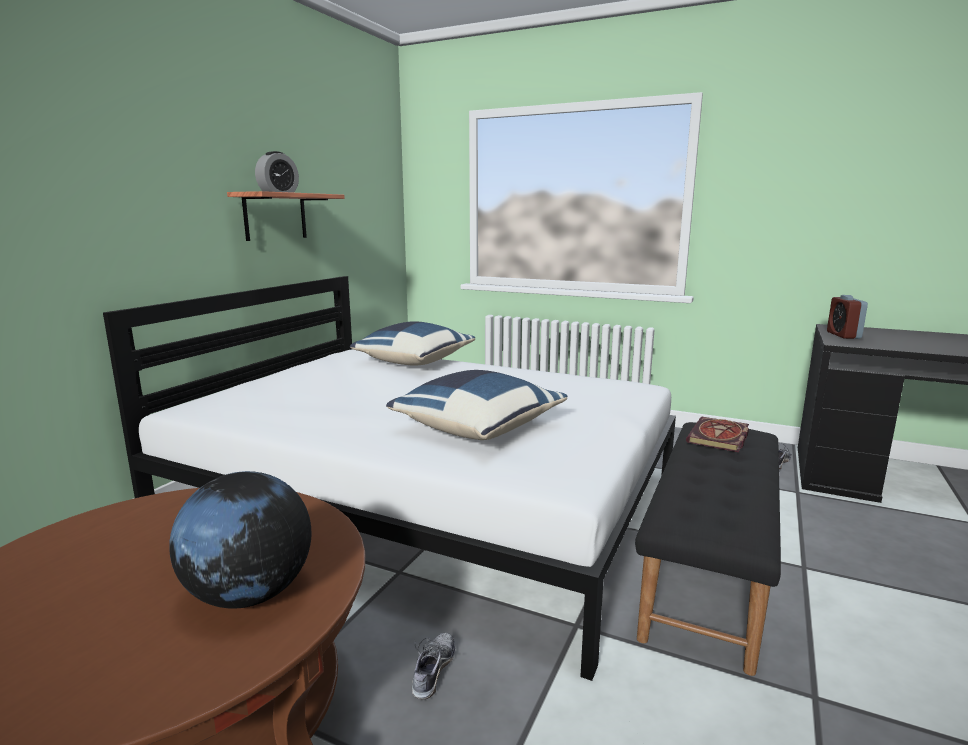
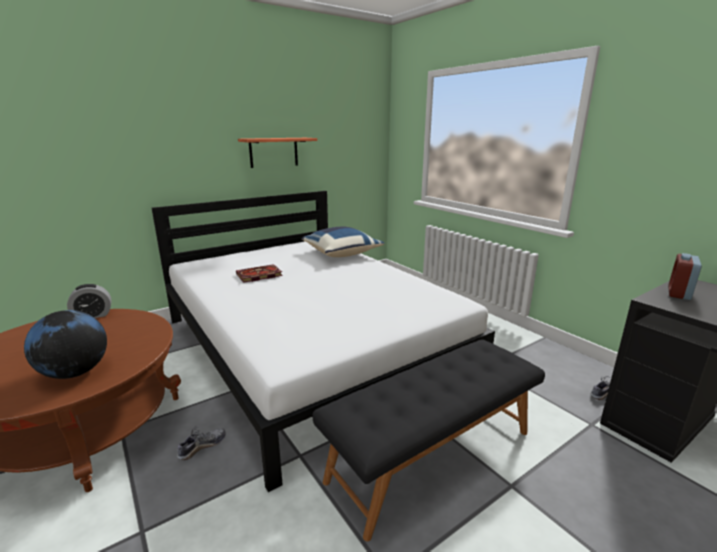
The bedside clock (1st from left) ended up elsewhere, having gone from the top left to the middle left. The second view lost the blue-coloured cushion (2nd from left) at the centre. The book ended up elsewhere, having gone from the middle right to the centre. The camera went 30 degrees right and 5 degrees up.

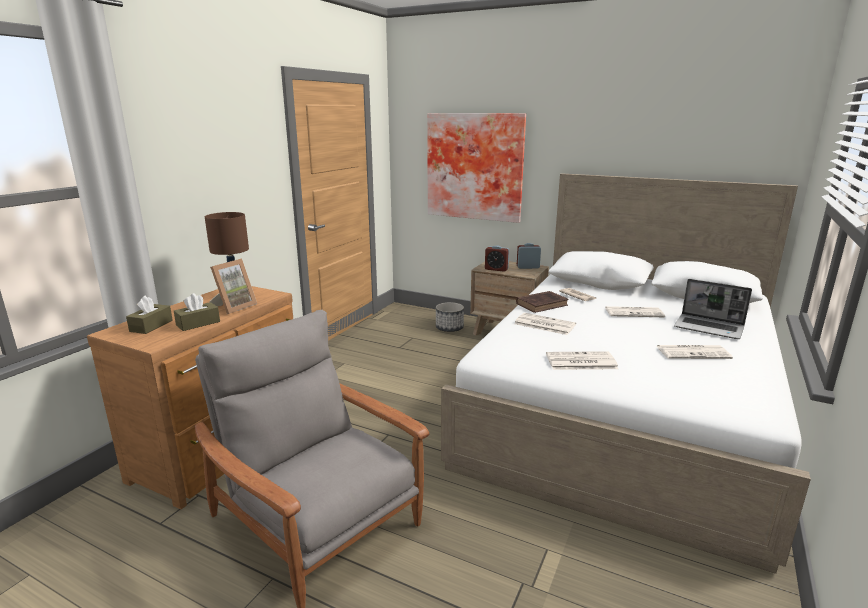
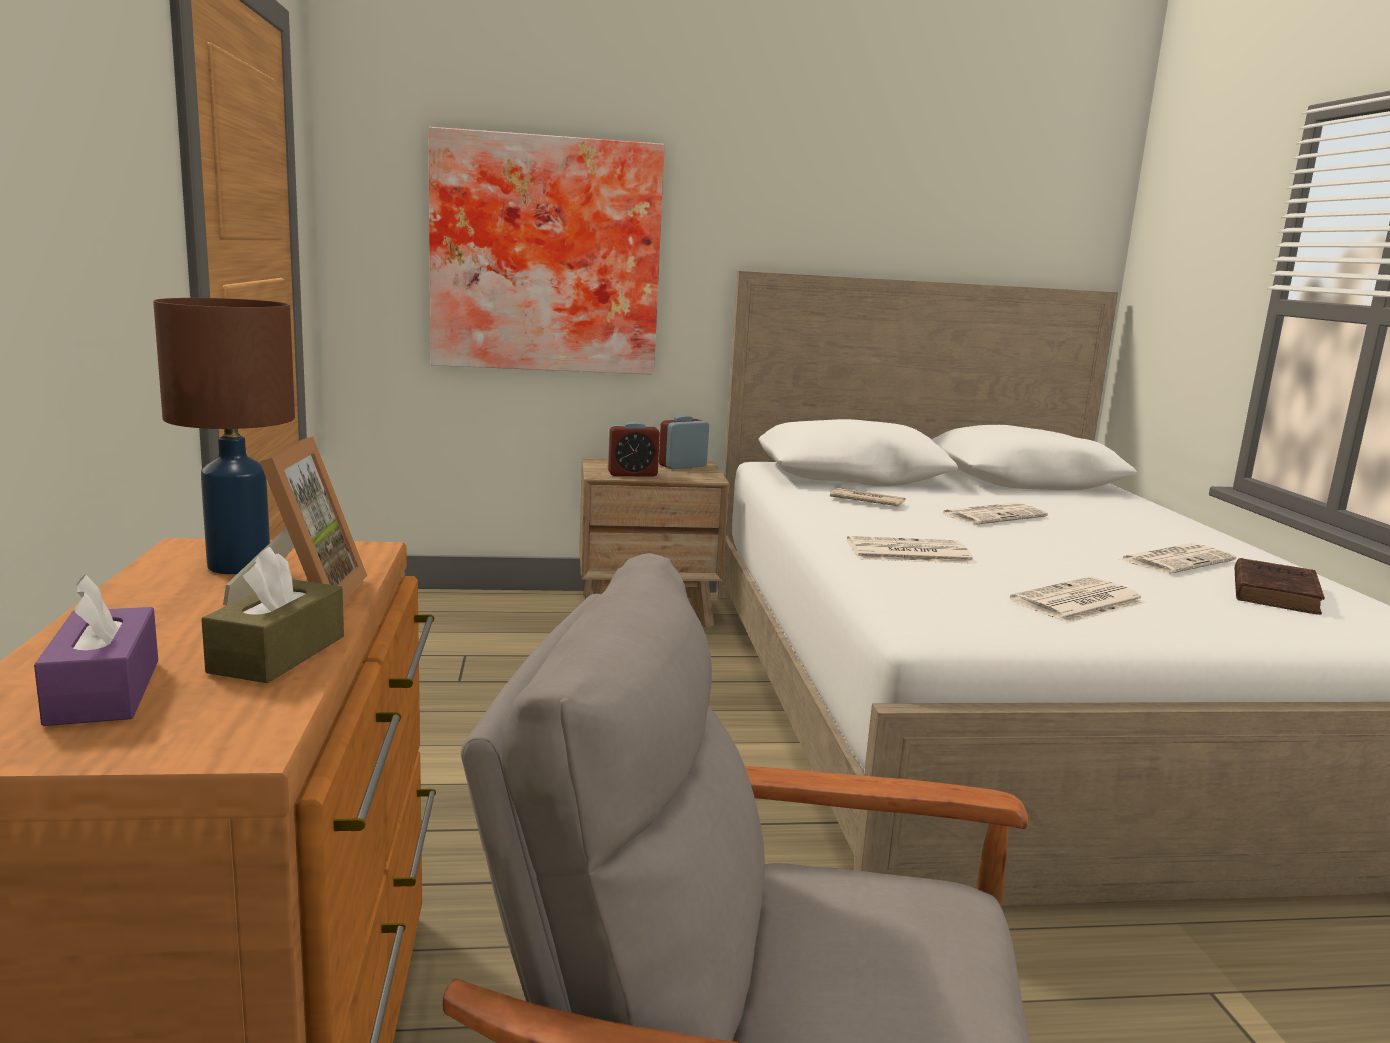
What was the brownish tissue holder (1st from left) at the middle left turned into the purple-coloured tissue holder at the middle left. The second view lost the planter at the centre. The brownish book ended up elsewhere, having gone from the centre to the middle right. The second view lost the laptop at the middle right. The camera went 35 degrees left and 5 degrees down.

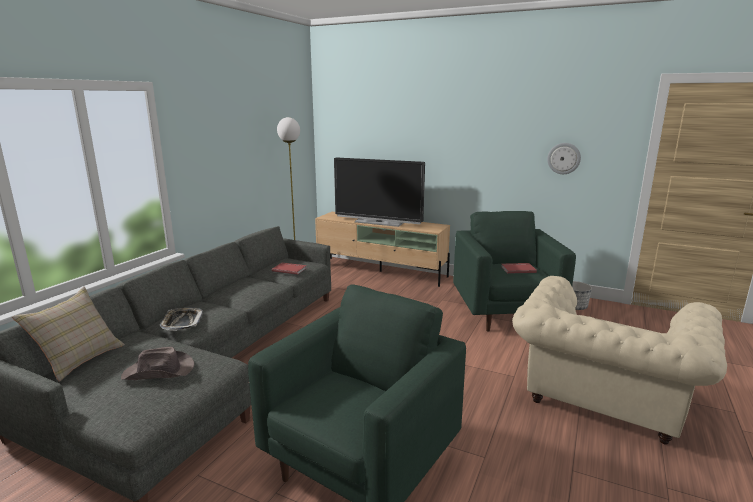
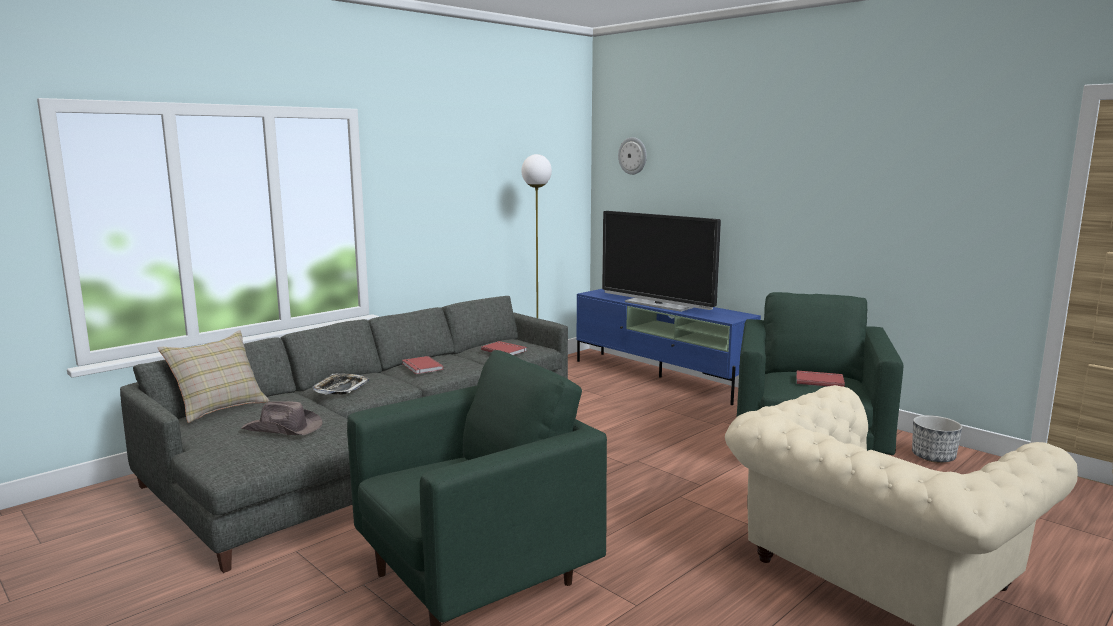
What was the sand-coloured tv unit at the centre turned into the blue-coloured tv unit at the centre. The wall clock ended up elsewhere, having gone from the top right to the top centre. The second view gained the reddish book (1st from left) at the centre. The camera went 20 degrees right and 5 degrees down.

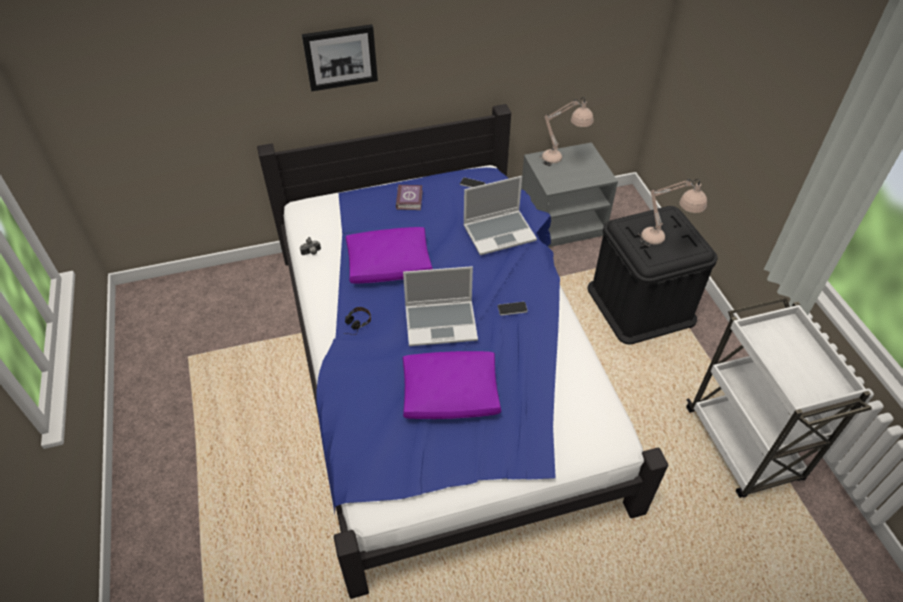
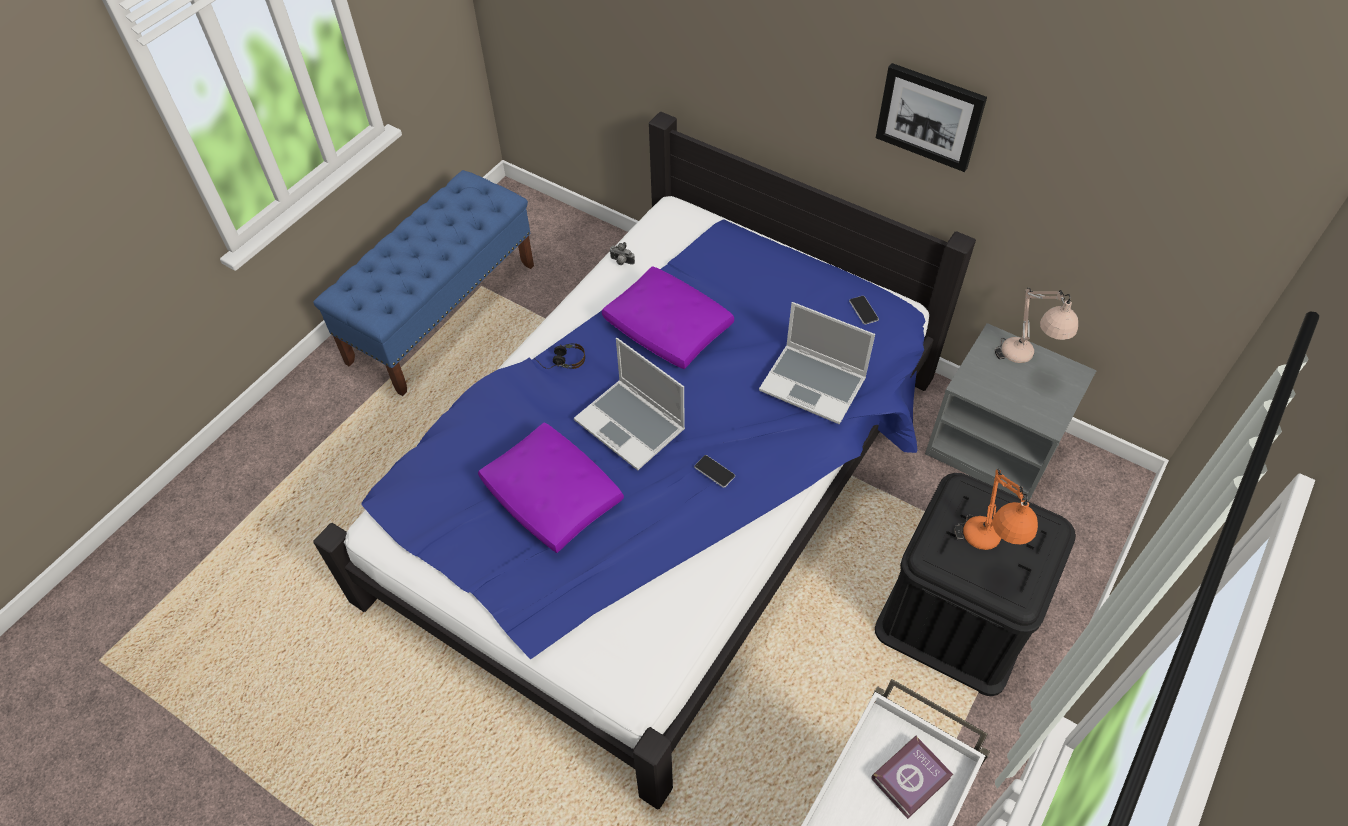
The wall art ended up elsewhere, having gone from the top centre to the top right. The book ended up elsewhere, having gone from the top centre to the bottom right. What was the sand-coloured tabletop lamp (2nd from left) at the middle right turned into the orangey tabletop lamp at the middle right. The second view gained the blue-coloured indoor bench at the middle left. The camera went 50 degrees right and 5 degrees up.

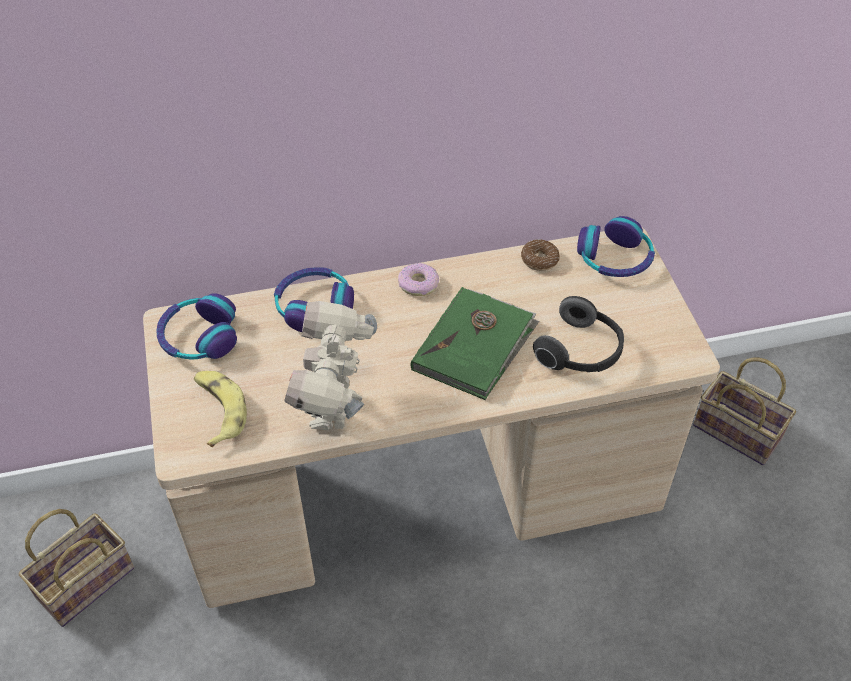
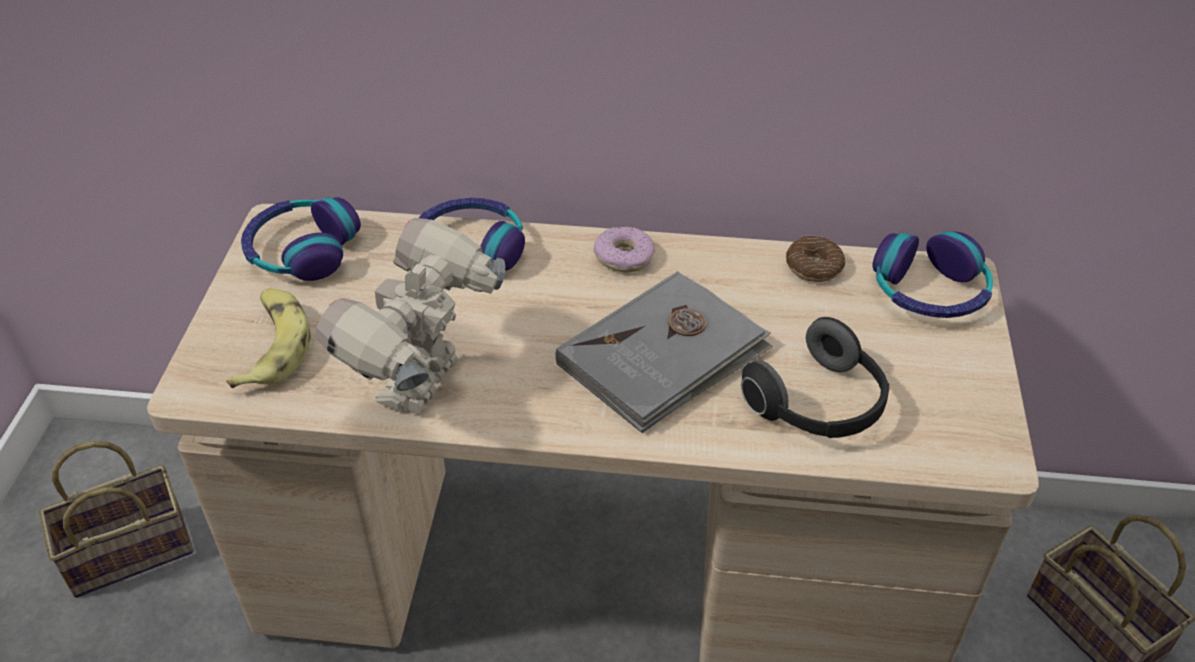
What was the green book at the centre turned into the gray book at the centre. The camera went 20 degrees right and 5 degrees down.

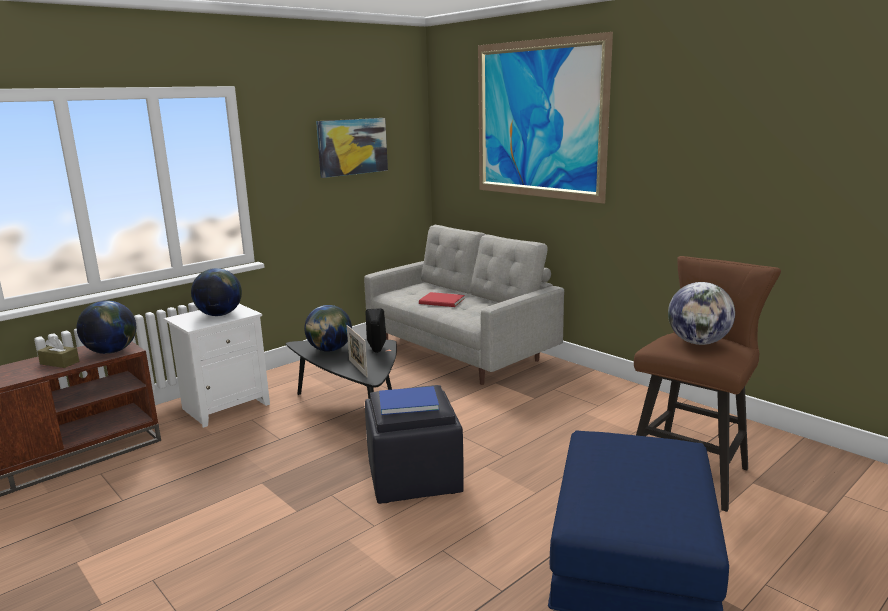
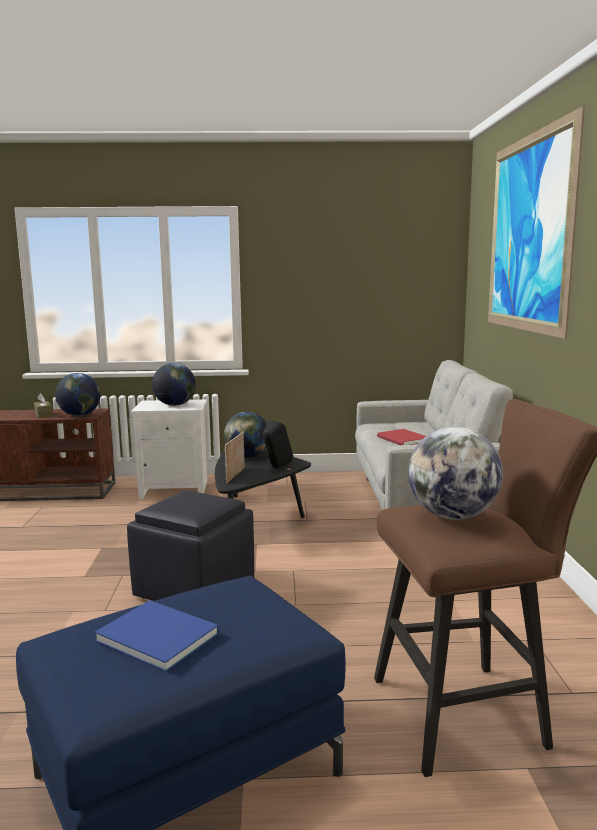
The second view lost the wall art (1st from left) at the top centre. The blue-coloured book ended up elsewhere, having gone from the centre to the bottom left. The camera went 40 degrees right and 5 degrees down.

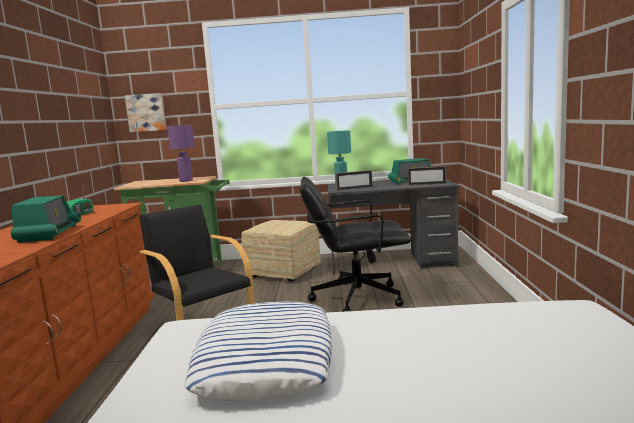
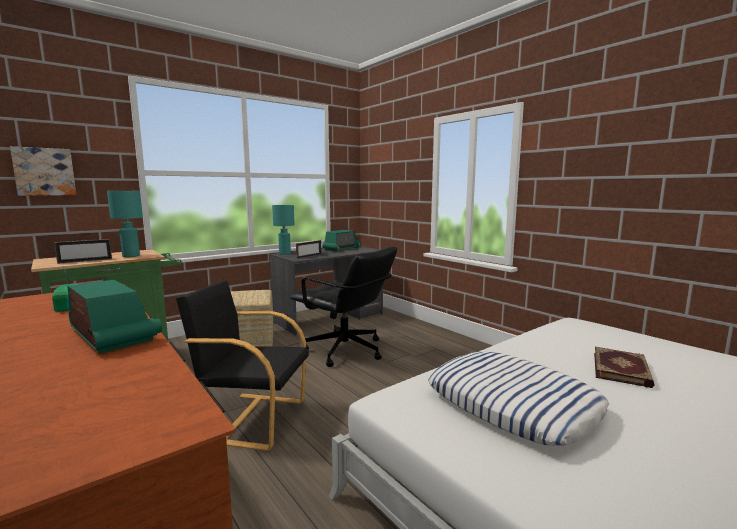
What was the purple-coloured tabletop lamp at the middle left turned into the turquoise tabletop lamp (1st from left) at the middle left. The blackish computer chair at the centre ended up facing another way, 105 degrees counterclockwise from before. The standing frame (2nd from left in the first image) ended up elsewhere, having gone from the middle right to the middle left. The second view gained the book at the bottom right. The camera went 40 degrees left and 0 degrees up.

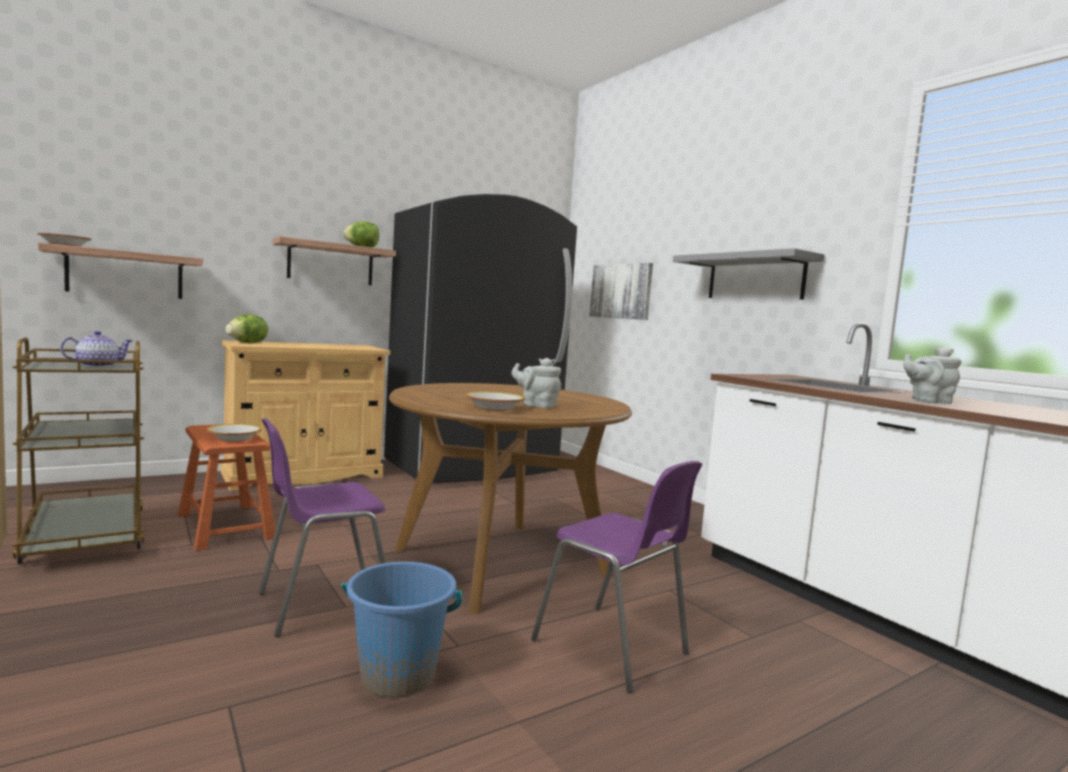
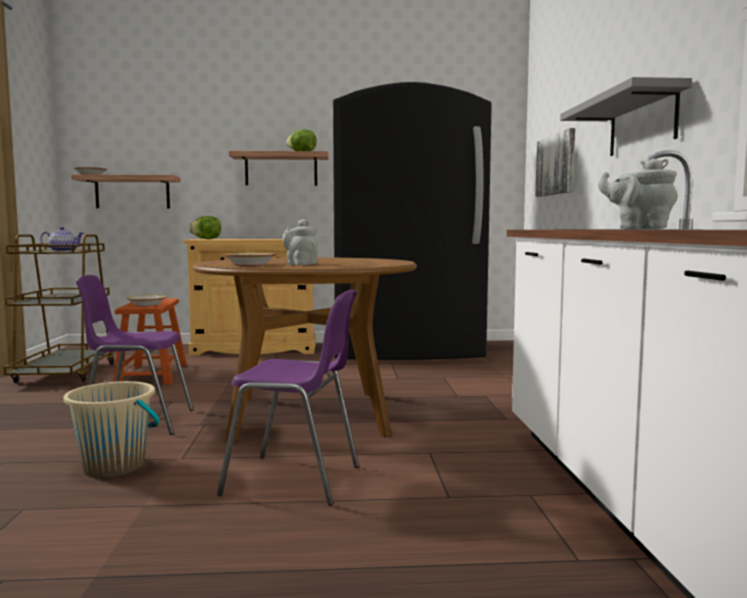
What was the blue-coloured bucket at the bottom centre turned into the sand-coloured bucket at the bottom left. The purple-coloured upright chair (2nd from left) at the bottom centre ended up facing another way, 60 degrees counterclockwise from before. The camera went 30 degrees right and 0 degrees up.

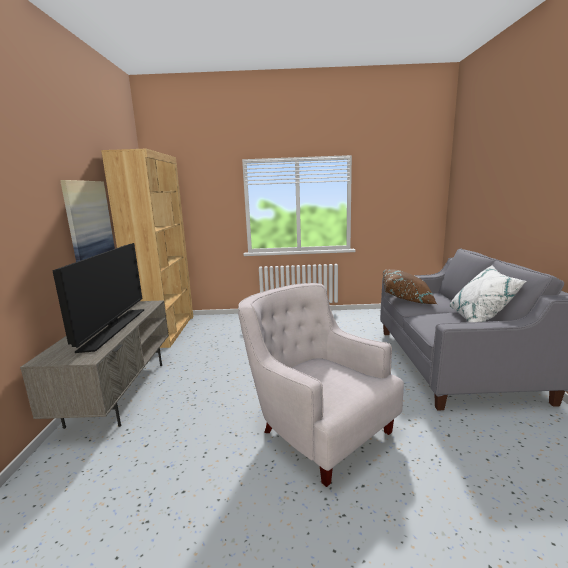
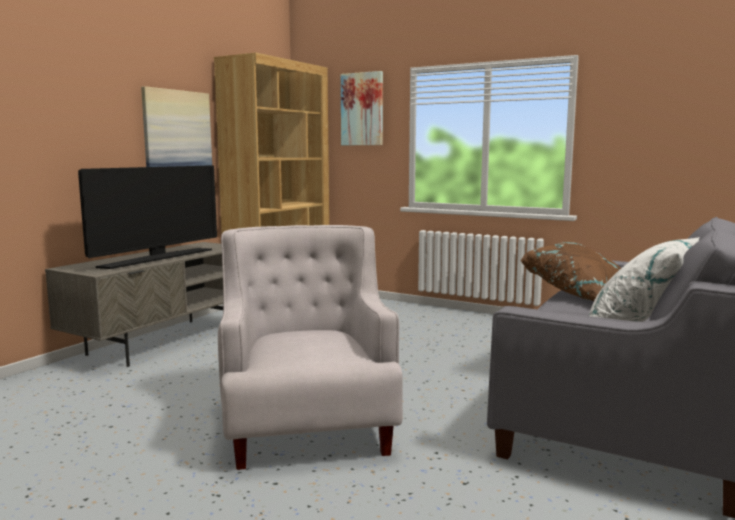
The second view gained the wall art (2nd from left) at the top centre. The camera went 30 degrees right and 5 degrees down.

